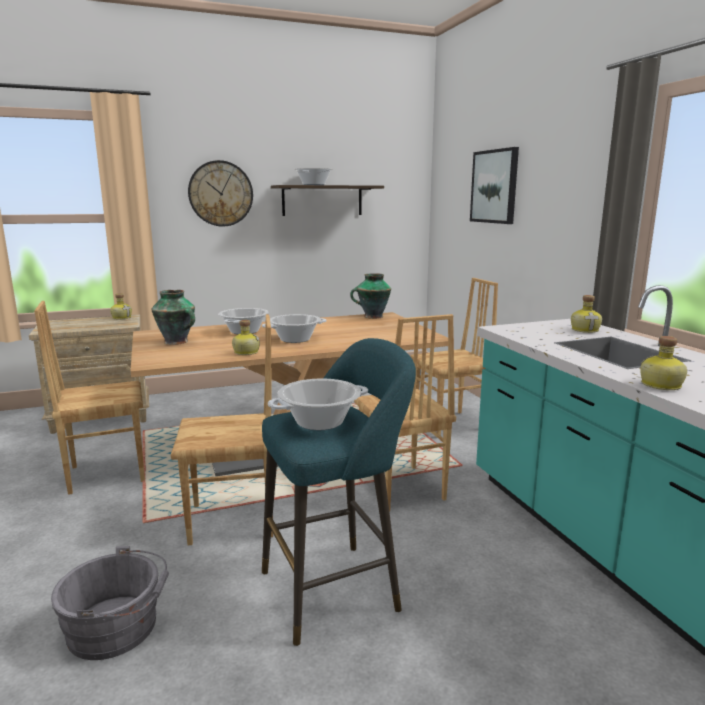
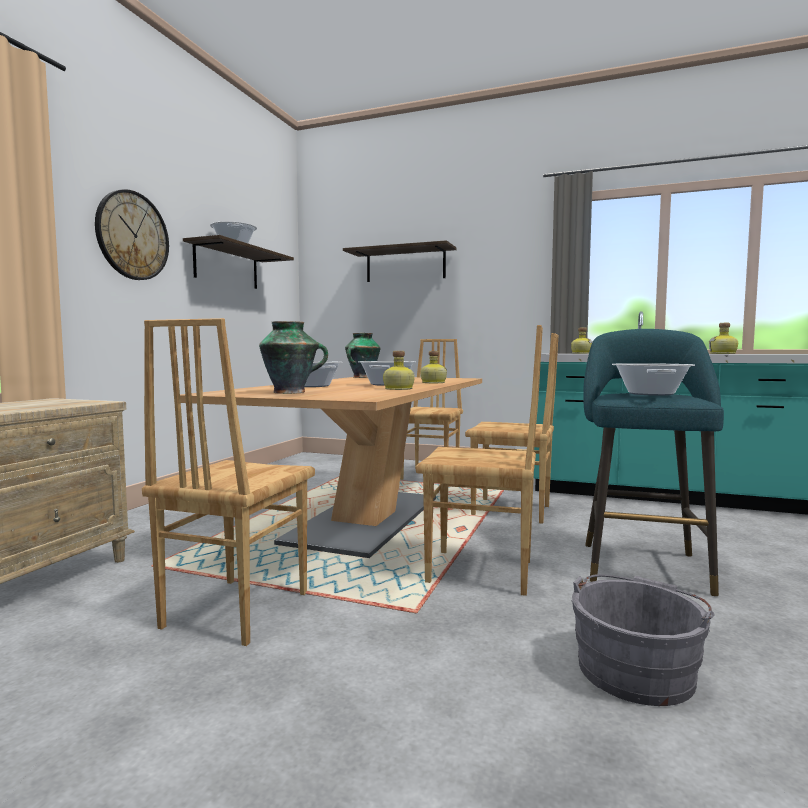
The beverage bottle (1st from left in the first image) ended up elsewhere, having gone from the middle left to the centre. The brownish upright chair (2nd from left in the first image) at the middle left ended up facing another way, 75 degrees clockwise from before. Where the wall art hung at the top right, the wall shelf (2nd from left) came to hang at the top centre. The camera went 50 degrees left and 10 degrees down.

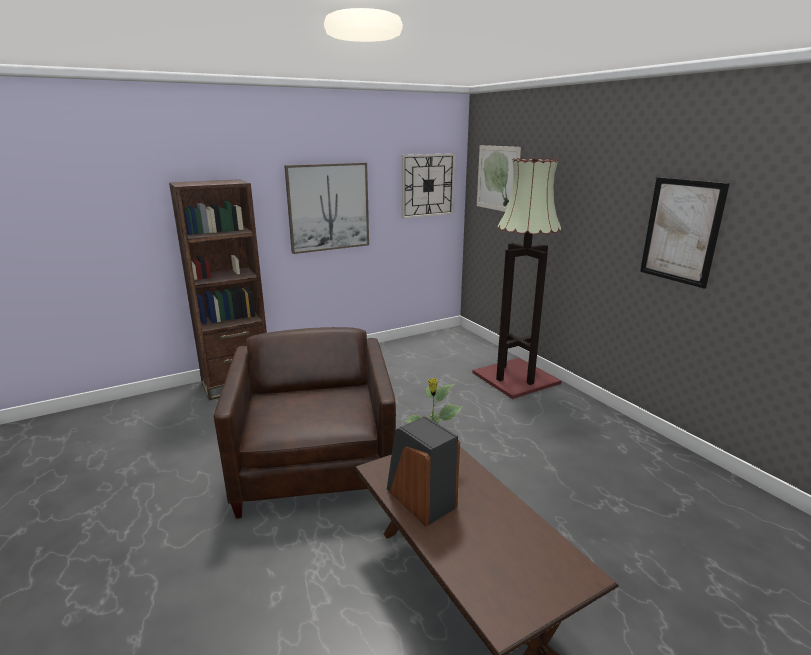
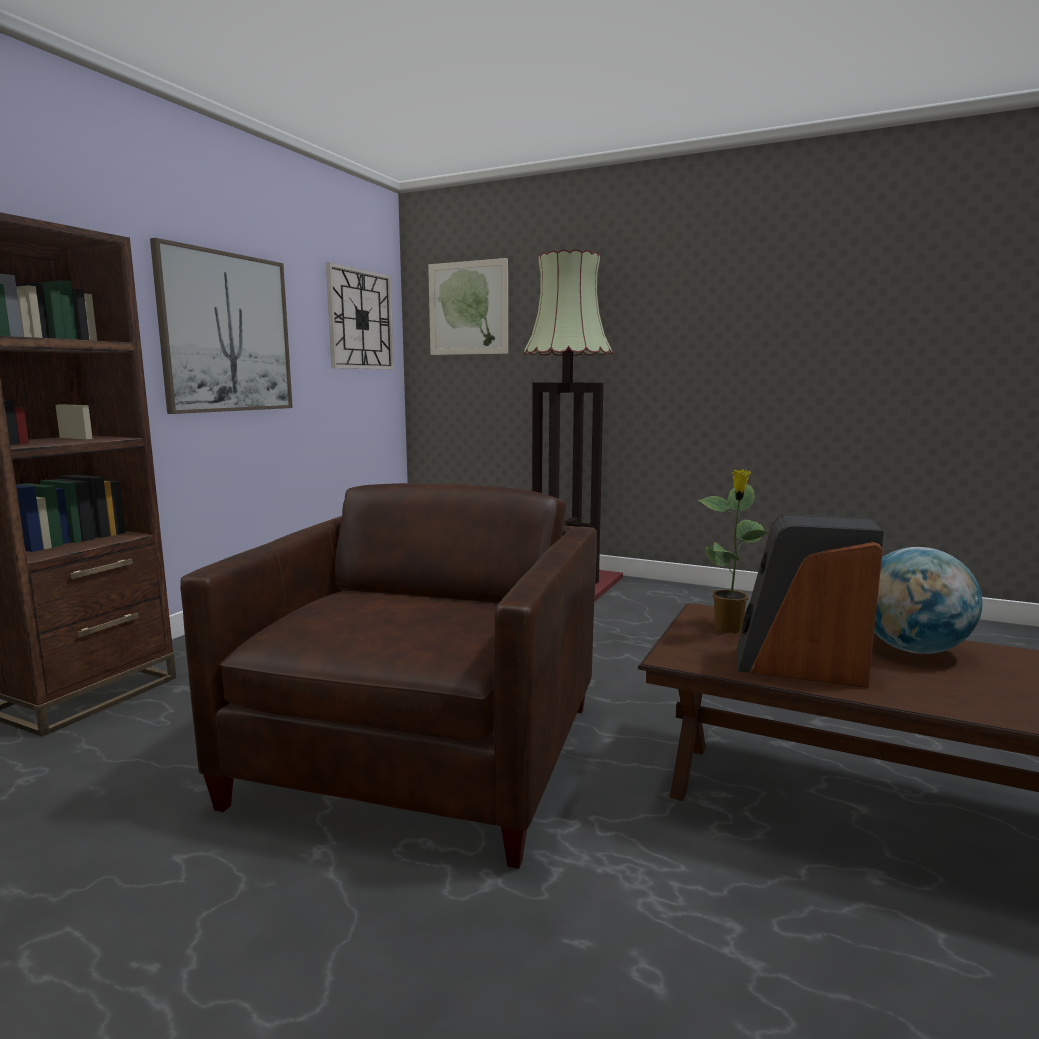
The brownish lounge chair at the centre ended up facing another way, 60 degrees clockwise from before. The second view lost the wall art (3rd from left) at the middle right. The second view gained the world globe at the middle right. The camera went 35 degrees left and 10 degrees down.

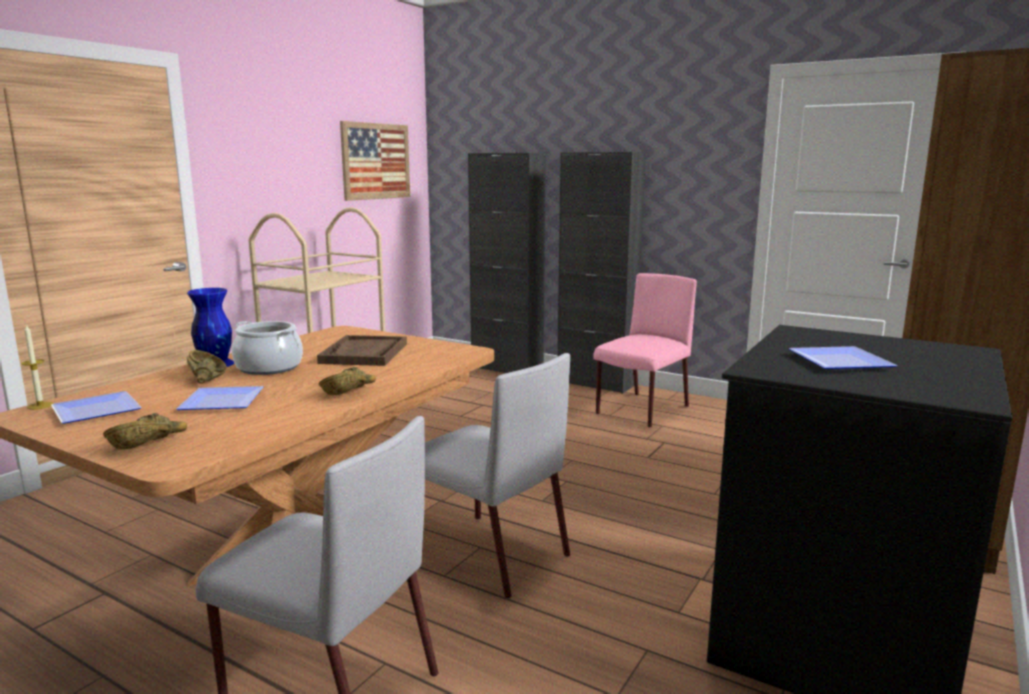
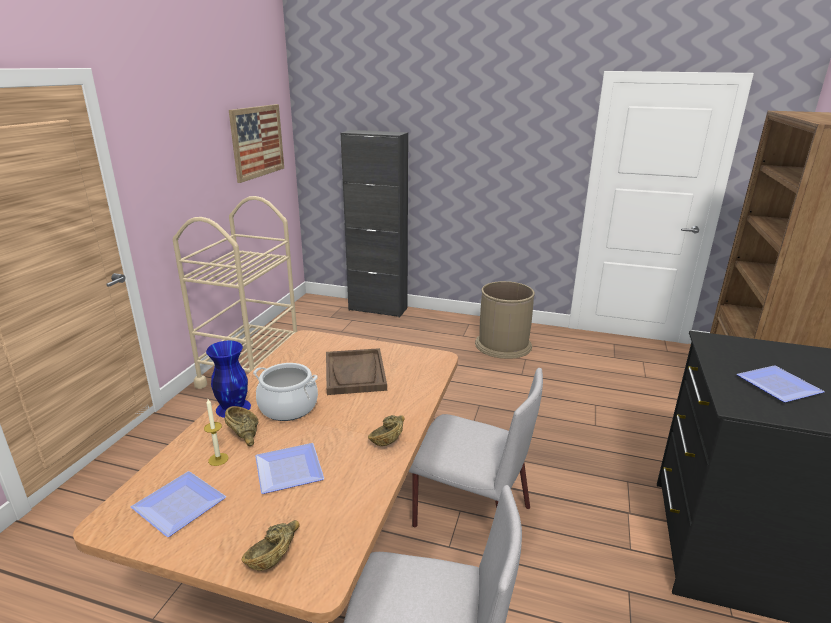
The wax candle ended up elsewhere, having gone from the middle left to the bottom left. The second view lost the blackish storage cabinet (2nd from left) at the centre. Where the pinkish upright chair stood at the centre, the brownish waste bin came to stand at the centre. The camera went 15 degrees left and 10 degrees up.

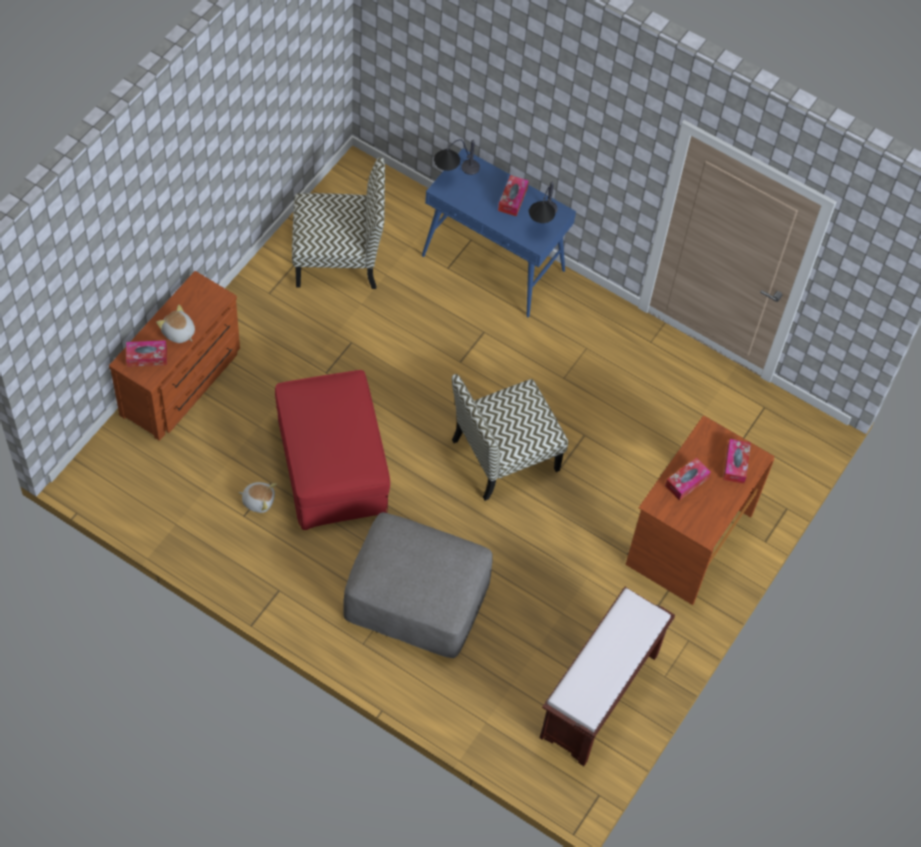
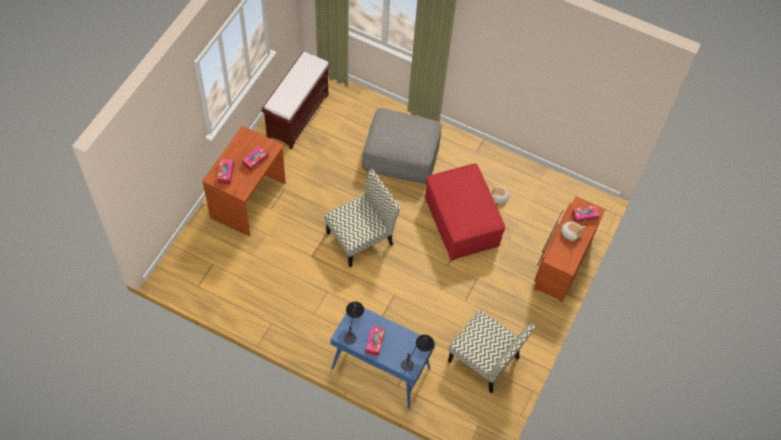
The upright chair (1st from left in the first image) at the top centre ended up facing another way, 135 degrees counterclockwise from before. The camera went 175 degrees right and 0 degrees up.

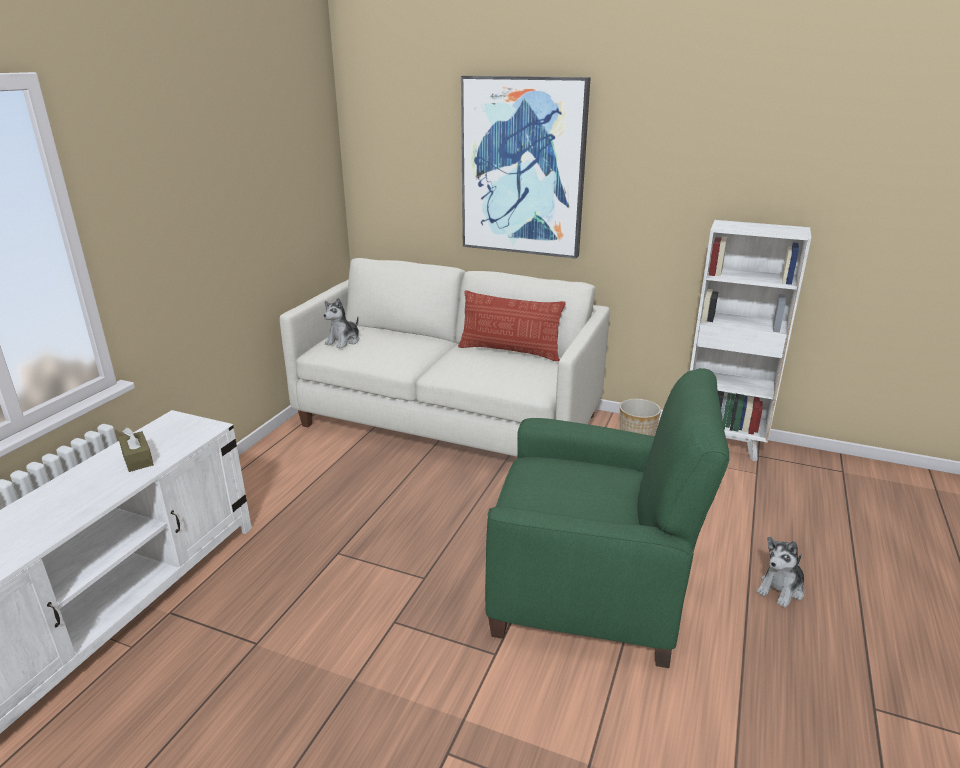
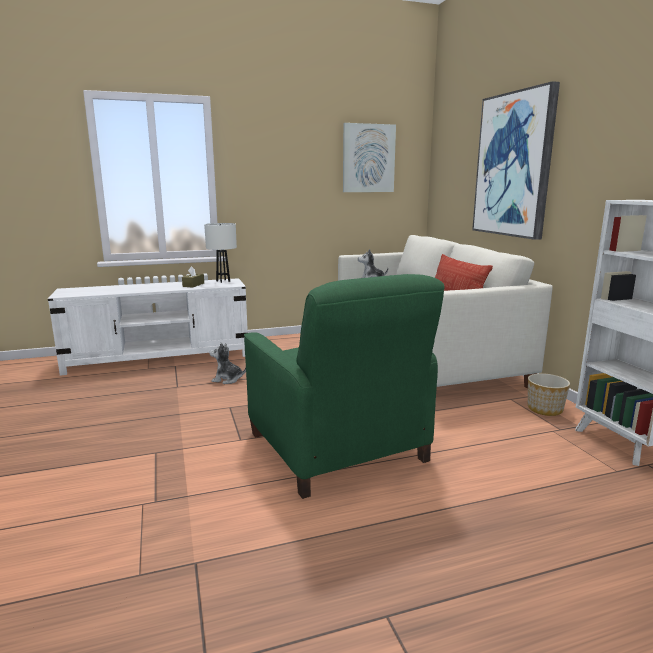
The plush toy (2nd from left in the first image) ended up elsewhere, having gone from the bottom right to the centre. The second view gained the whitish tabletop lamp at the centre. The second view gained the wall art (1st from left) at the top centre. The camera went 50 degrees right and 10 degrees down.

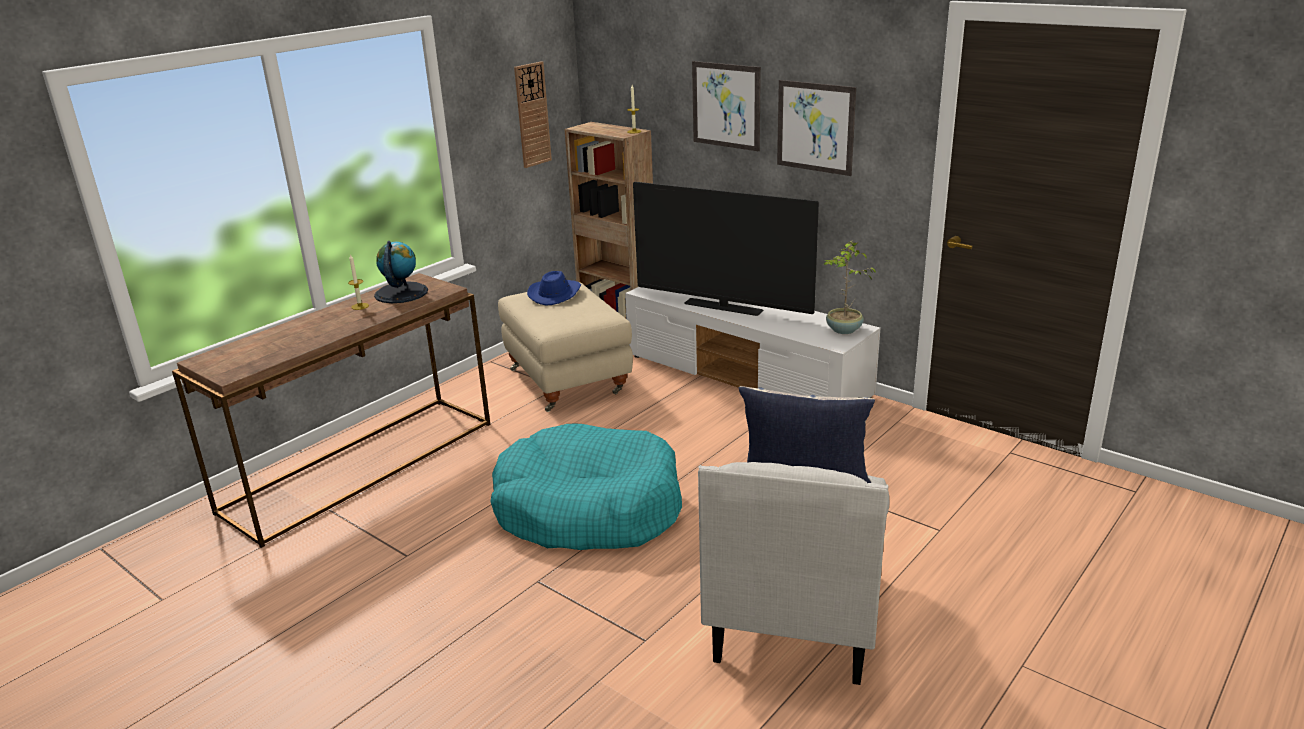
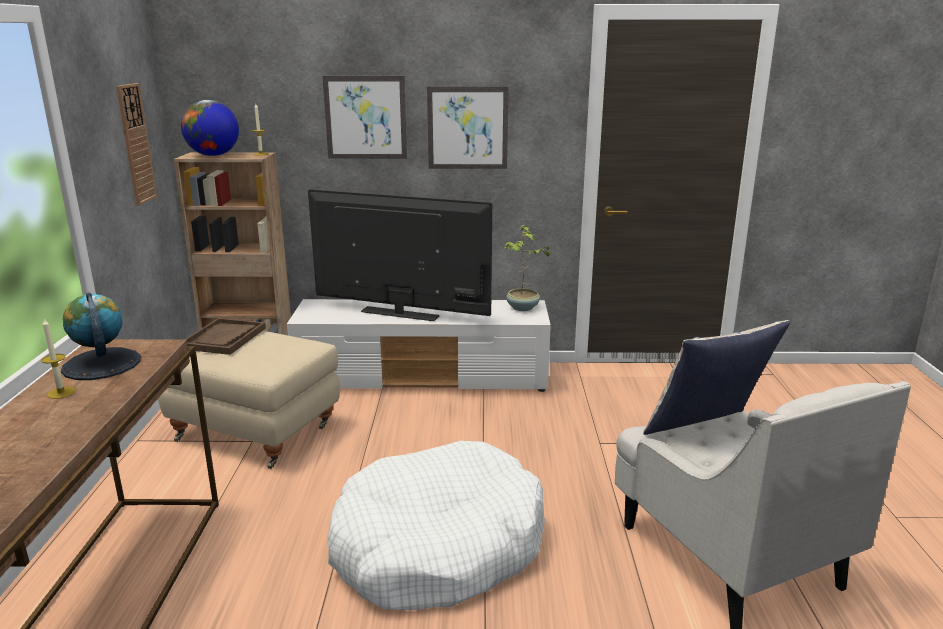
What was the turquoise dog bed at the bottom centre turned into the whitish dog bed at the bottom centre. Where the blue-coloured hat stood at the centre, the brownish serving tray came to stand at the middle left. The TV set at the centre ended up facing another way, 150 degrees counterclockwise from before. The second view gained the world globe (2nd from left) at the top left. The camera went 40 degrees left and 5 degrees down.

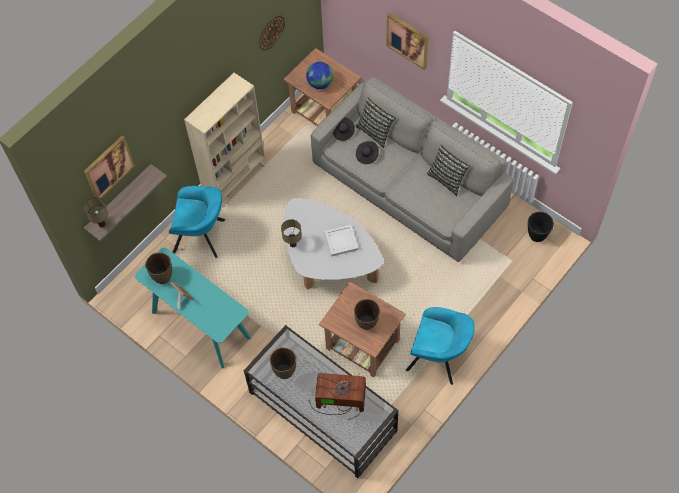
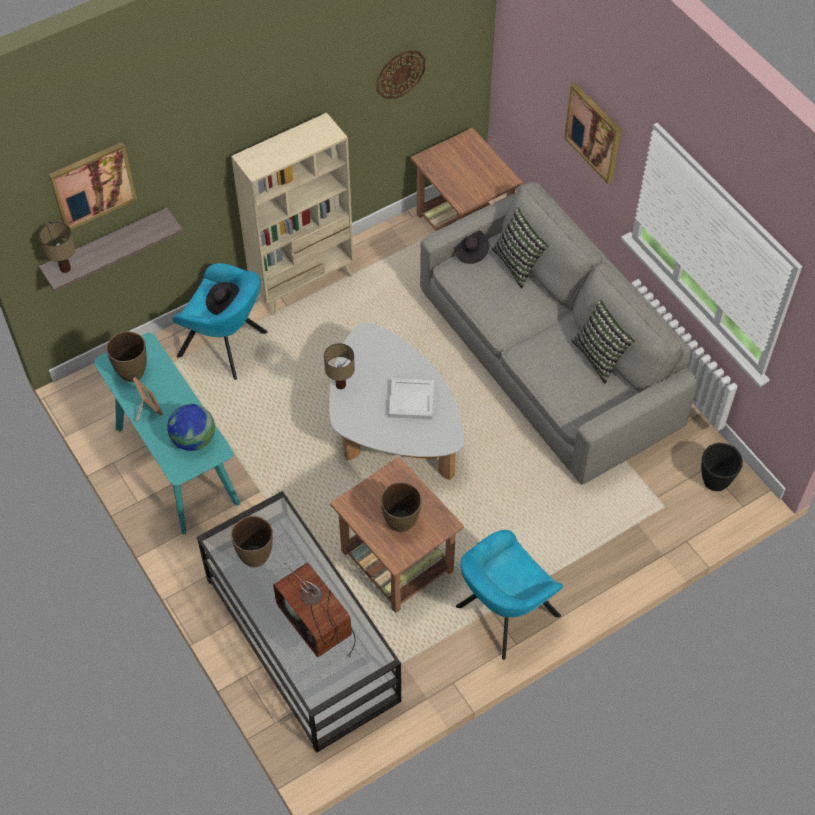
The world globe ended up elsewhere, having gone from the top centre to the middle left. The TV set at the bottom centre ended up facing another way, 150 degrees counterclockwise from before. The blackish hat (2nd from left in the first image) ended up elsewhere, having gone from the top centre to the middle left. The turquoise lounge chair (2nd from left) at the bottom centre ended up facing another way, 105 degrees clockwise from before. The camera went 15 degrees right and 5 degrees down.

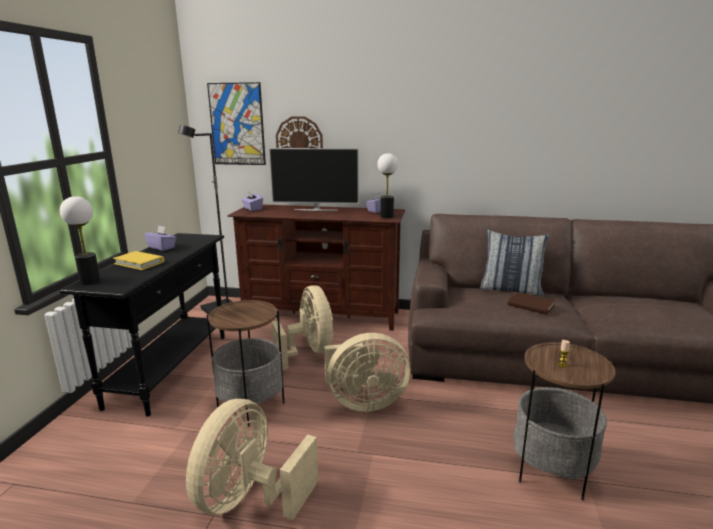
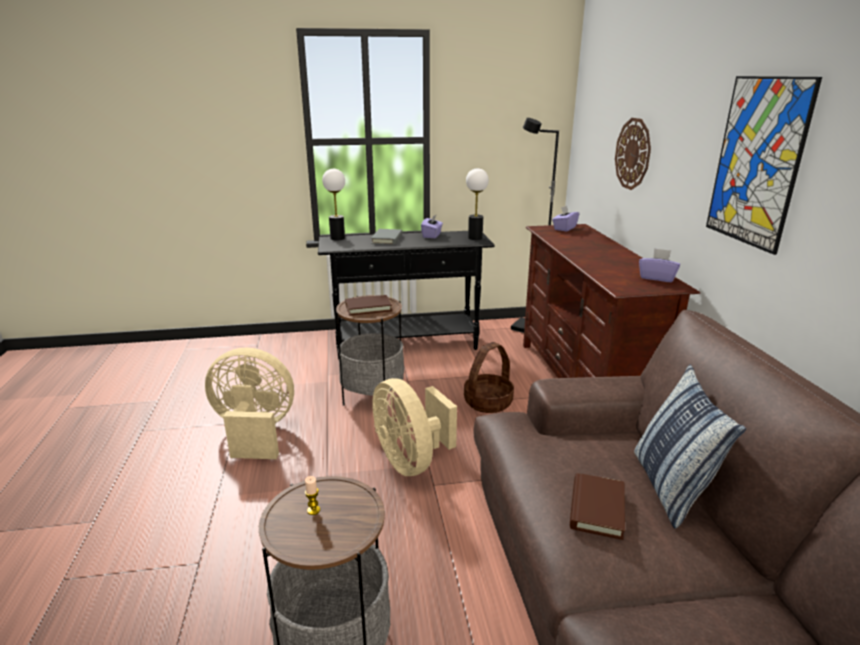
What was the yellow-coloured book at the middle left turned into the gray book at the centre. The wall art ended up elsewhere, having gone from the top left to the top right. The second view lost the TV set at the centre. Where the sand-coloured fan (2nd from left) stood at the centre, the storage basket came to stand at the centre. The tabletop lamp (2nd from left) ended up elsewhere, having gone from the centre to the top centre. The second view gained the brownish book (1st from left) at the centre. The camera went 70 degrees right and 5 degrees up.

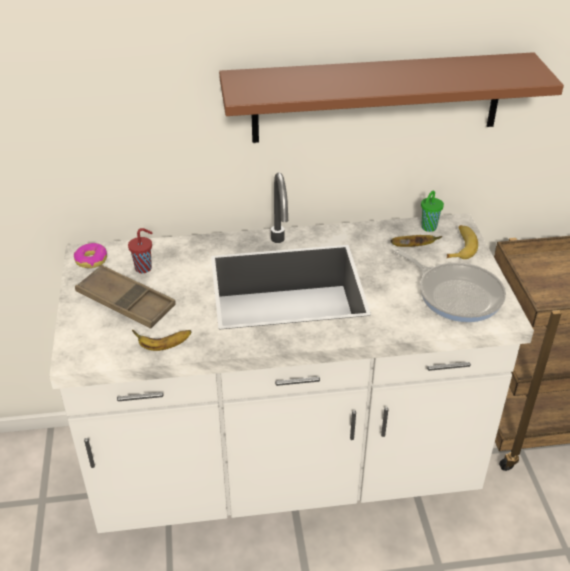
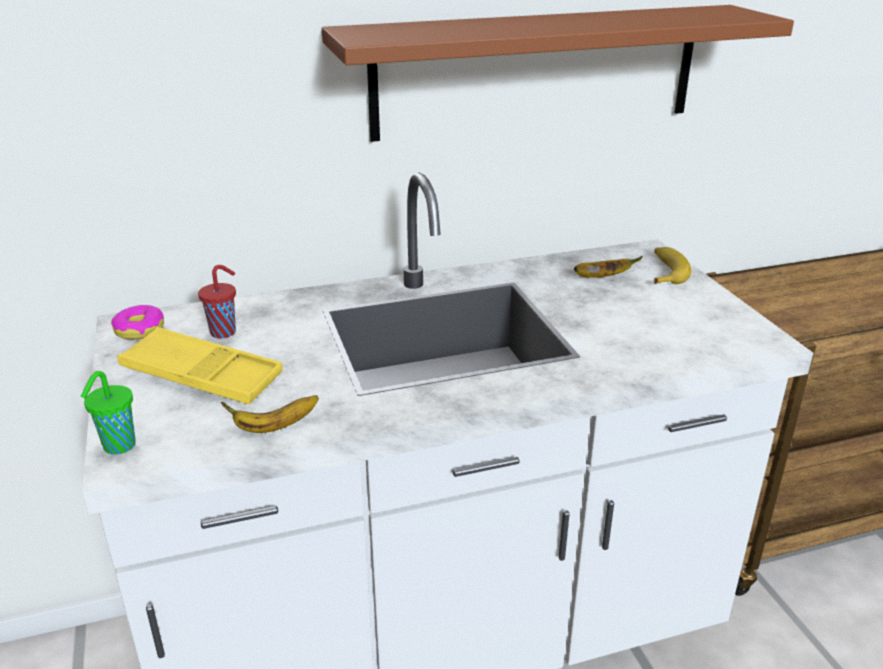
What was the brownish serving tray at the middle left turned into the yellow-coloured serving tray at the middle left. The second view lost the frying pan at the middle right. The green cup ended up elsewhere, having gone from the middle right to the middle left. The camera went 10 degrees left and 10 degrees down.

